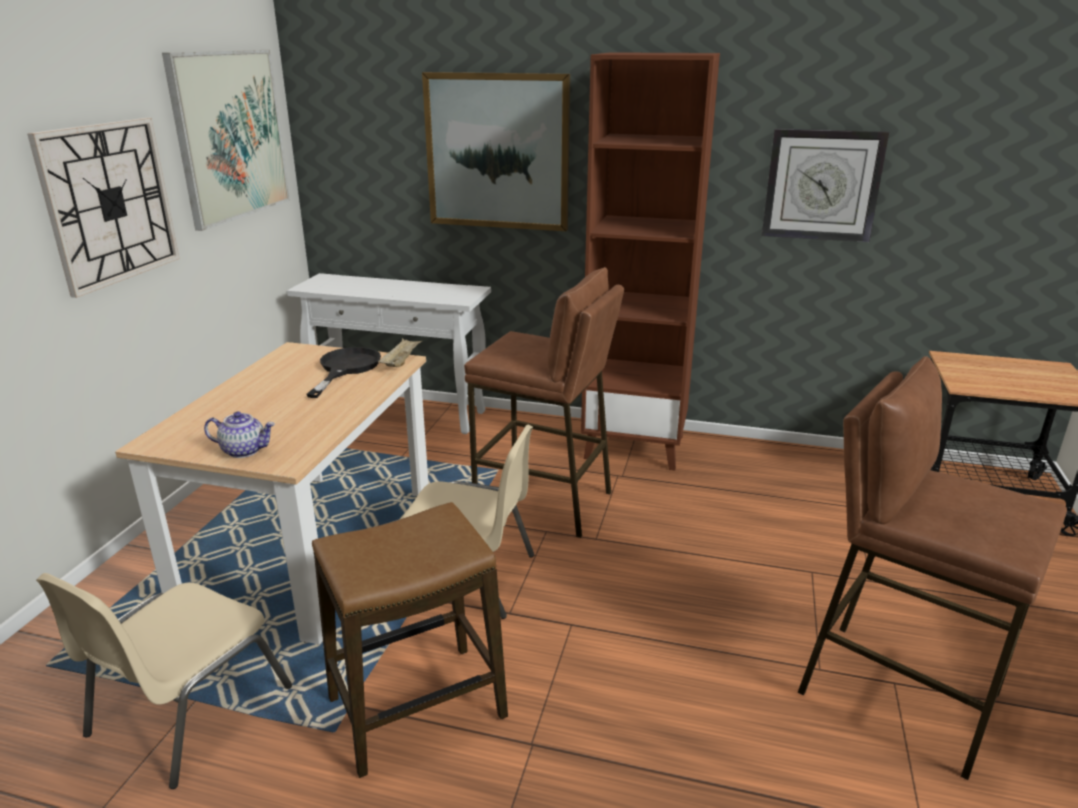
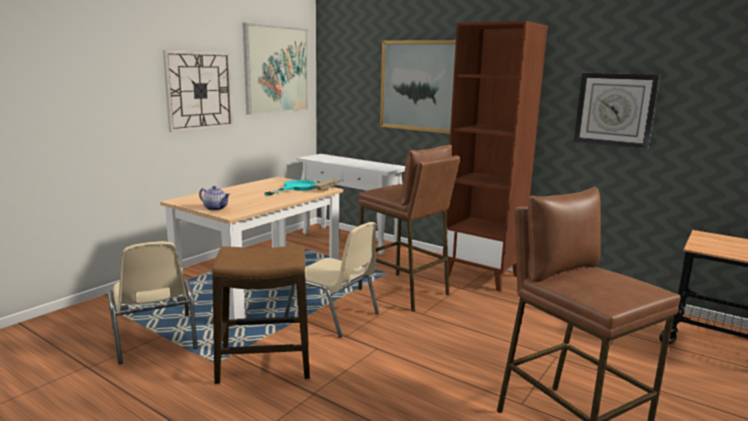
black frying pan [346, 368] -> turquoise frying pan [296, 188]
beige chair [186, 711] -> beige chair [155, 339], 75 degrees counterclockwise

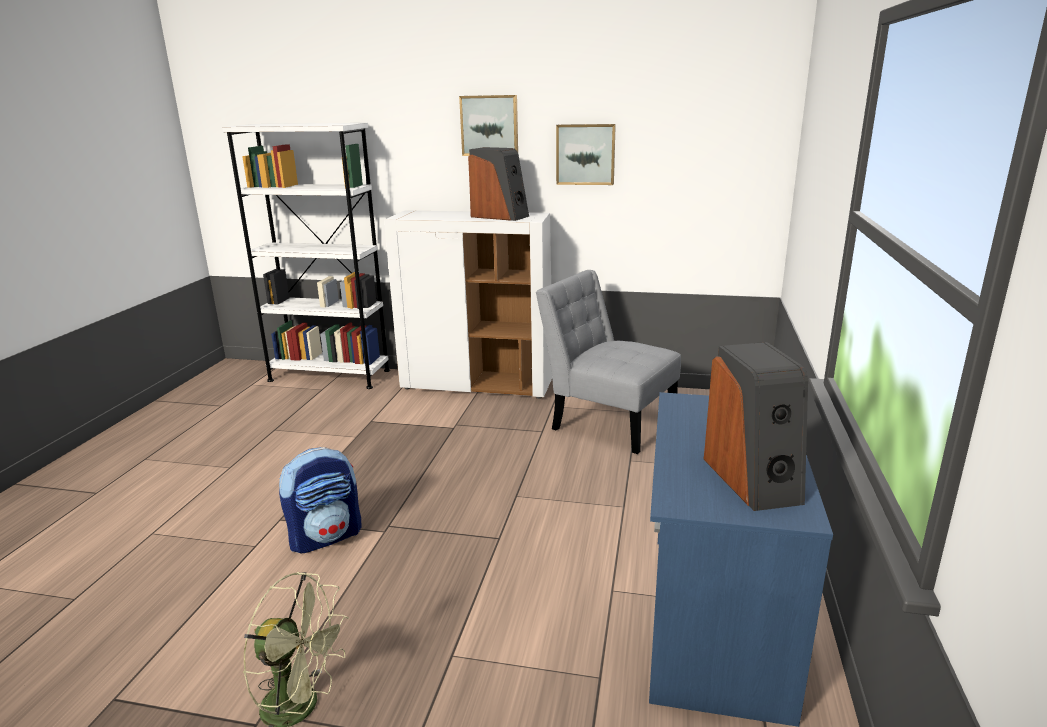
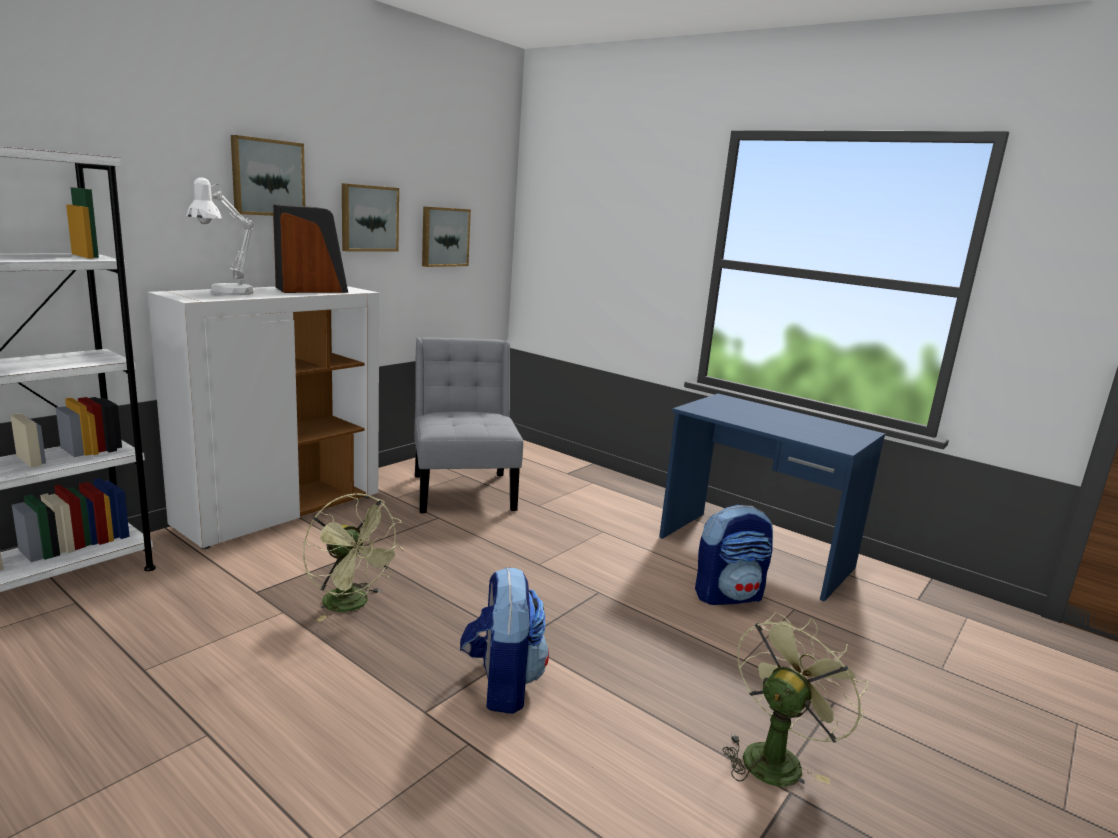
grey chair [608, 422] -> grey chair [463, 489], 105 degrees clockwise
speaker [753, 479] -> none
none -> white table lamp [225, 293]
none -> picture [444, 237]
none -> green fan [352, 605]
none -> backpack [728, 595]

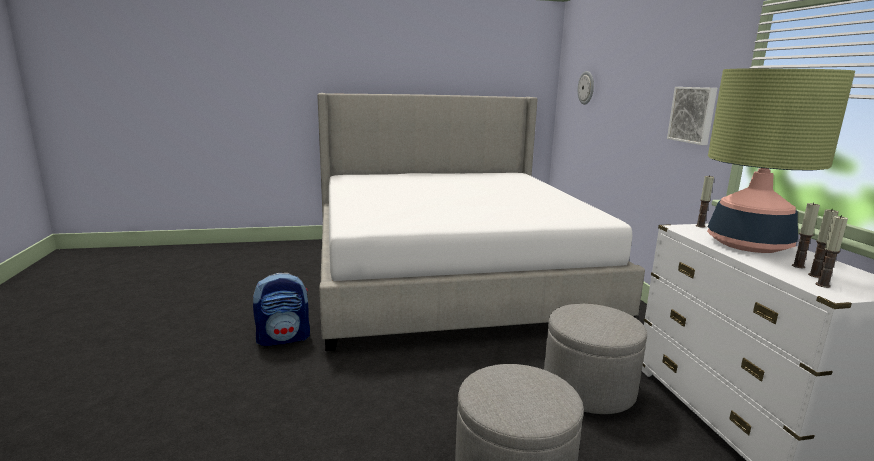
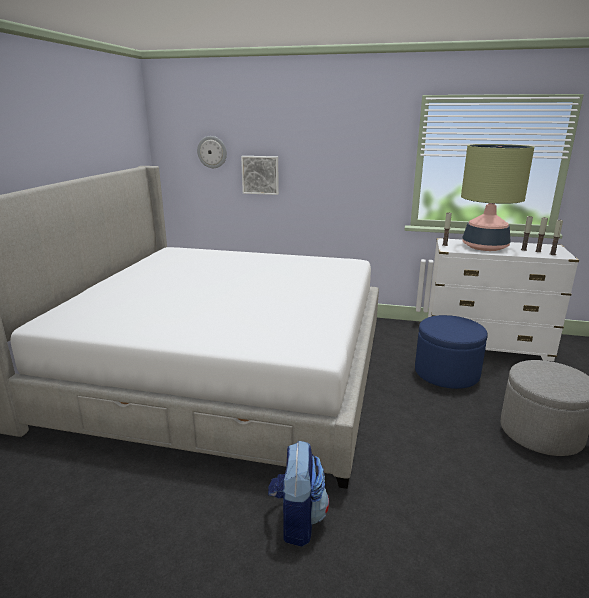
picture [693, 115] -> picture [260, 175], relocated
grey ottoman [588, 388] -> blue ottoman [446, 373]

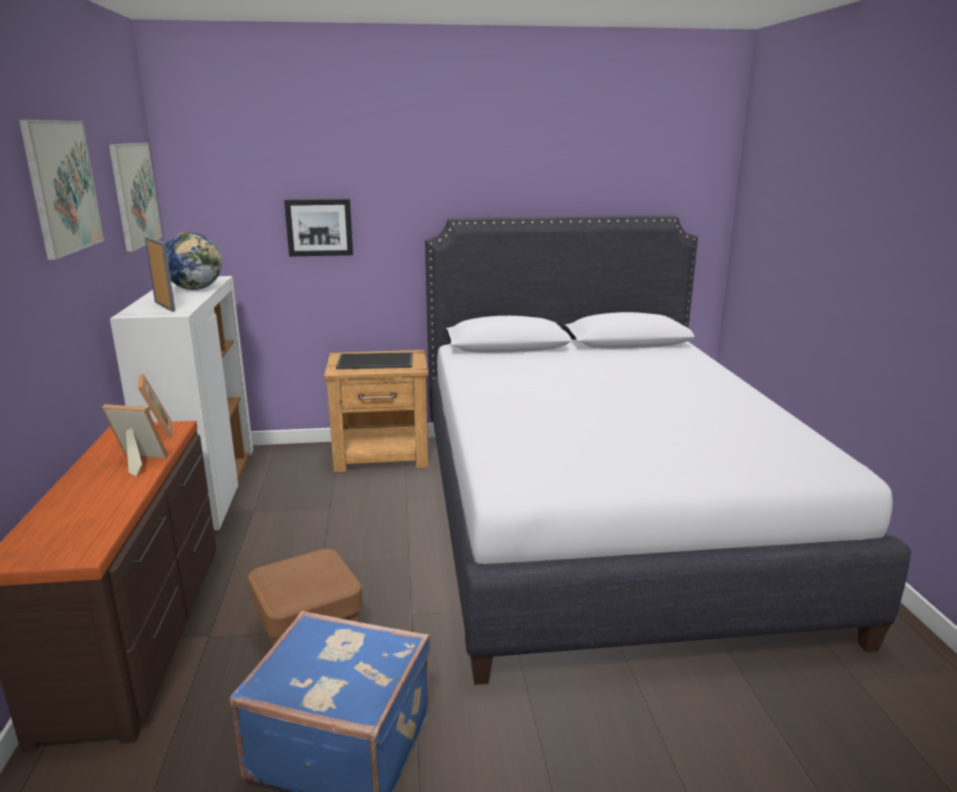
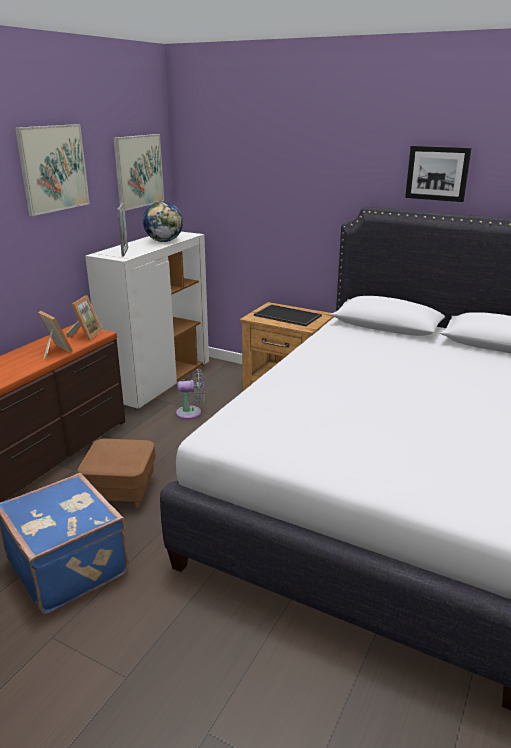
picture [319, 227] -> picture [437, 173], relocated
none -> grey fan [191, 413]

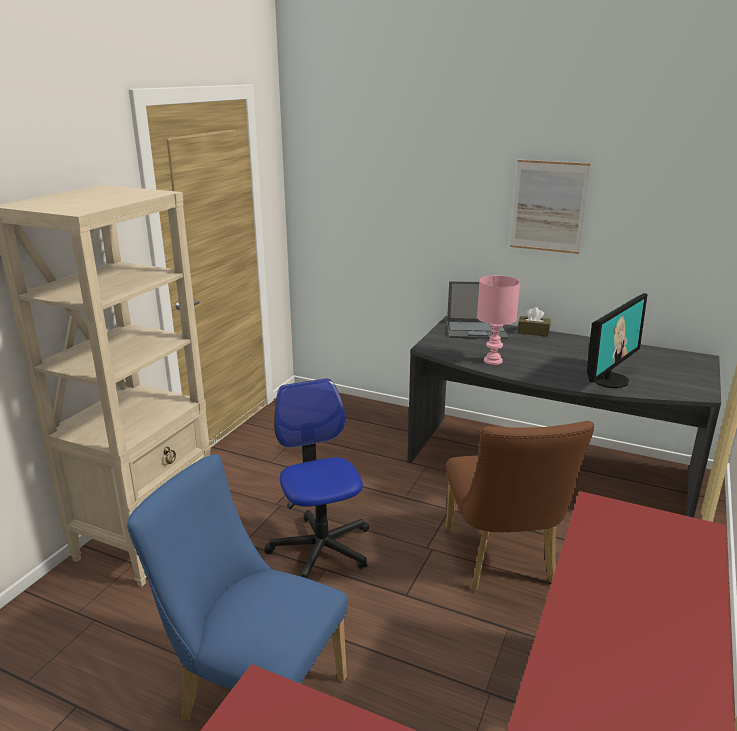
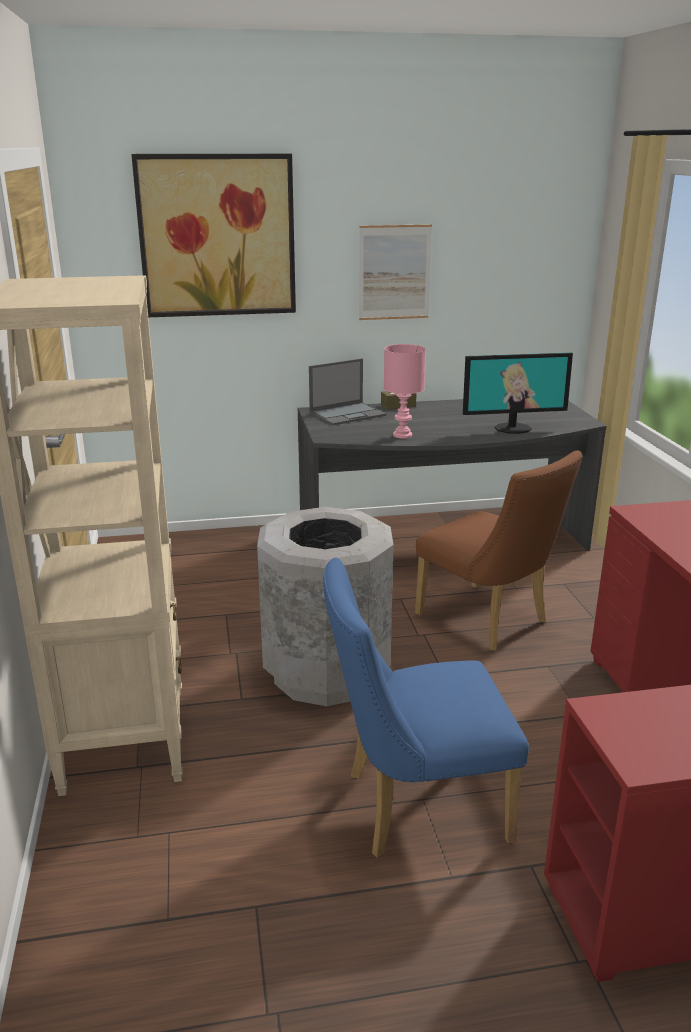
monitor [609, 380] -> monitor [512, 428], 75 degrees clockwise
office chair [321, 549] -> grey trash can [326, 672]
none -> picture [217, 236]

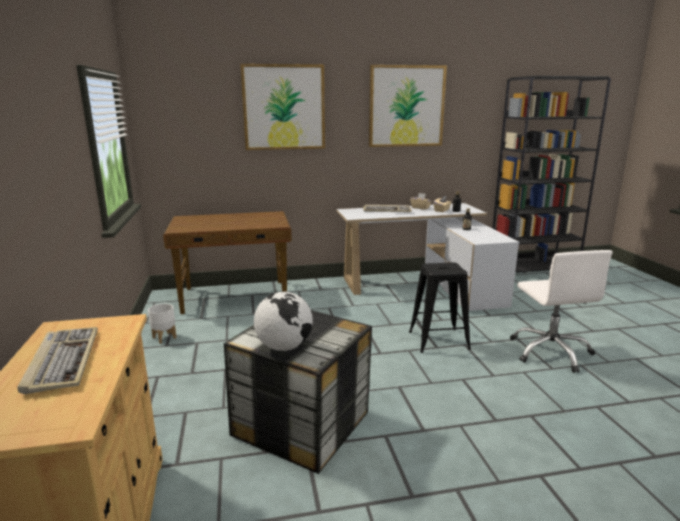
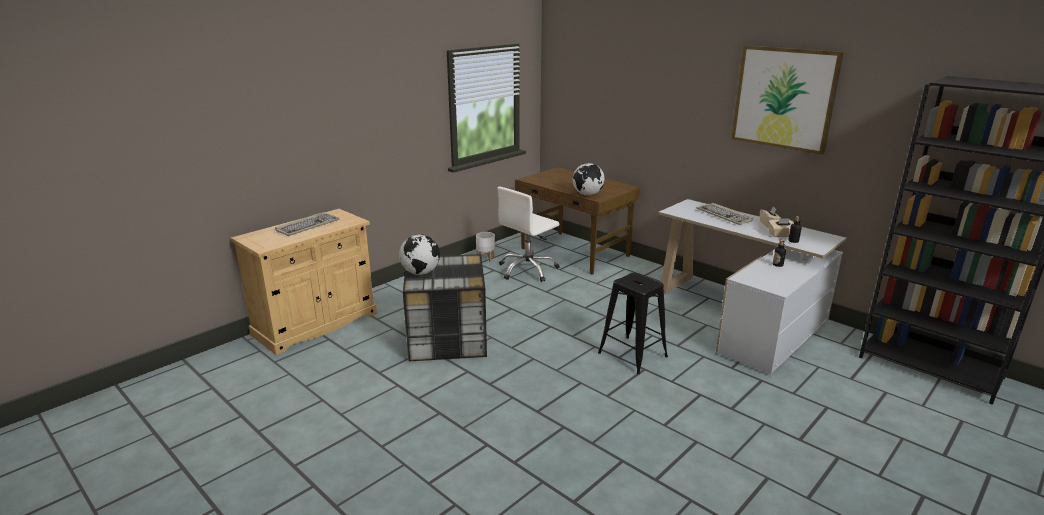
picture [284, 107] -> none
white office chair [550, 351] -> white office chair [528, 270], relocated
none -> globe [587, 194]

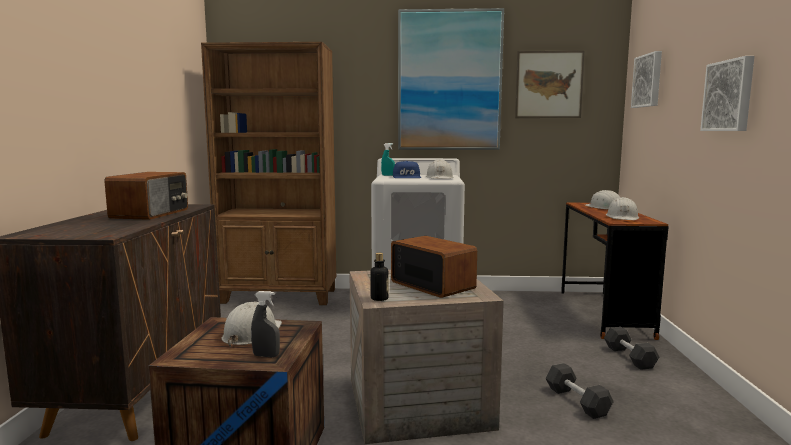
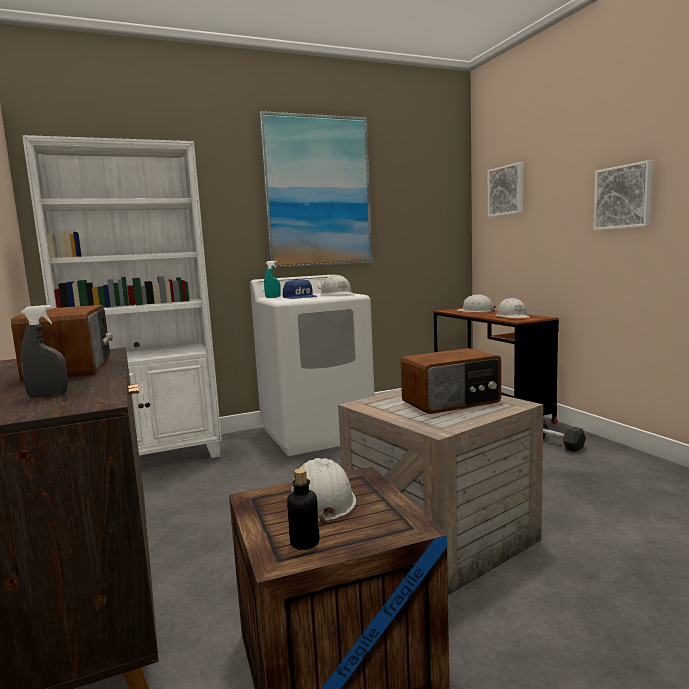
brown bookcase [280, 296] -> white bookcase [151, 458]
picture [549, 84] -> none
radio [433, 285] -> radio [452, 402], 135 degrees clockwise
bottle [379, 298] -> bottle [304, 543], relocated
grey spray bottle [266, 356] -> grey spray bottle [48, 395], relocated
grey dumbbell [577, 401] -> none

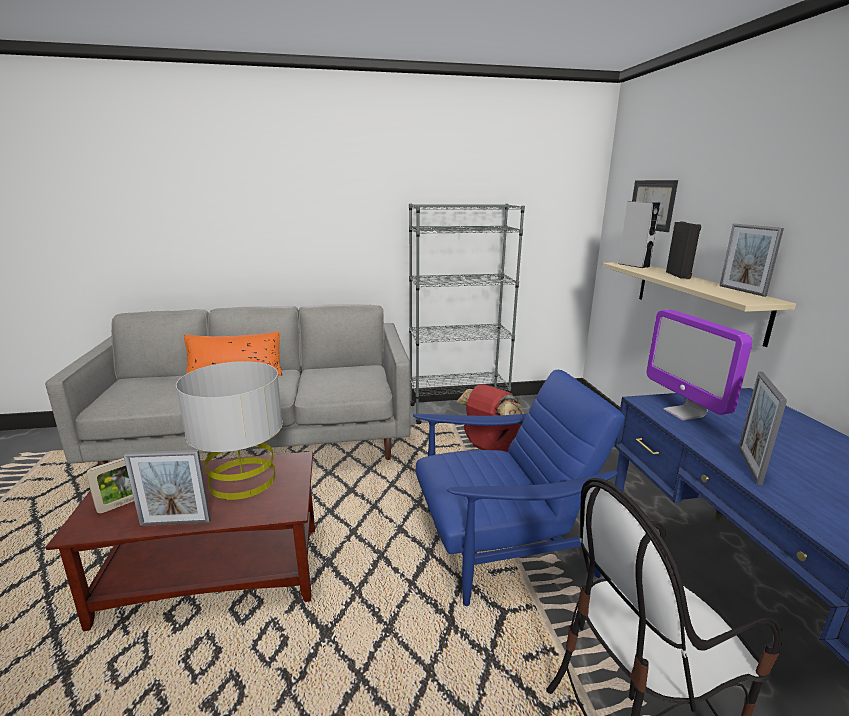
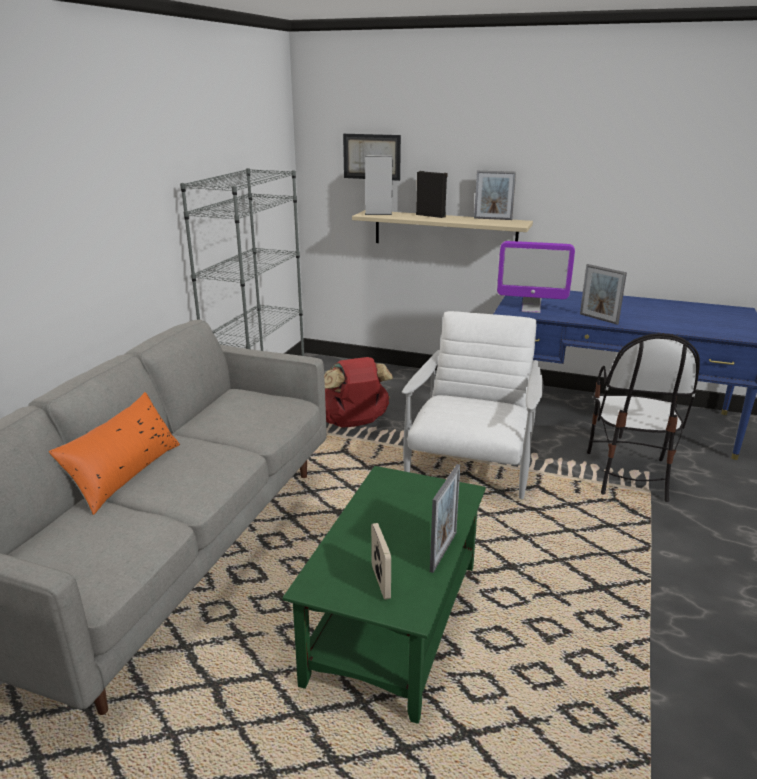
grey table lamp [243, 480] -> none
blue armchair [501, 543] -> white armchair [471, 463]
brown coffee table [216, 573] -> green coffee table [394, 620]

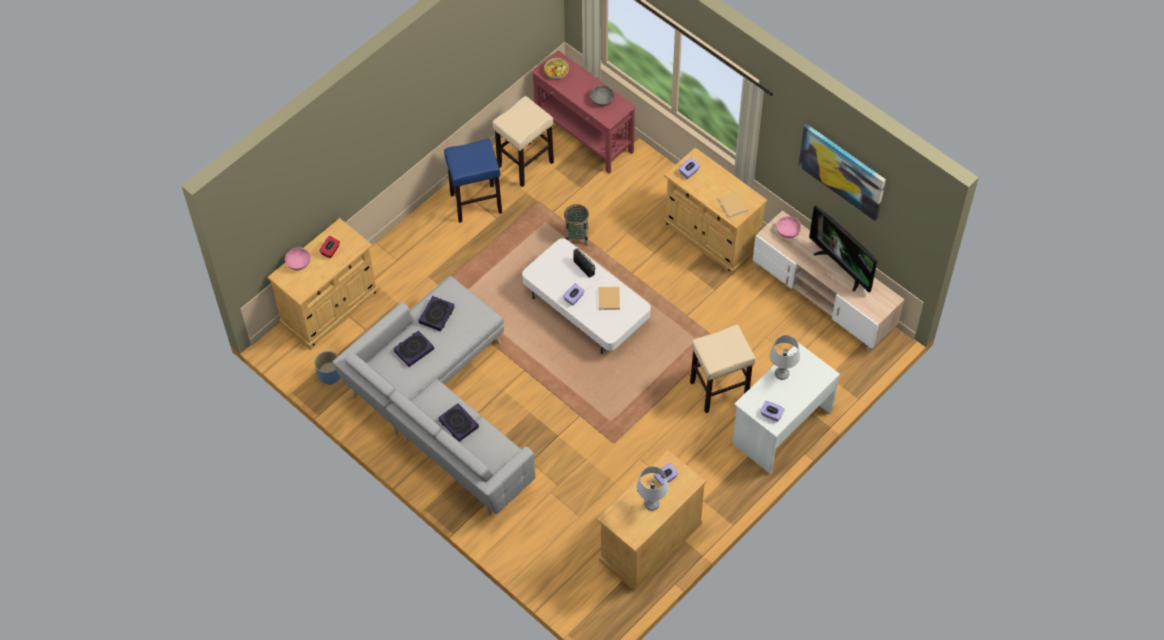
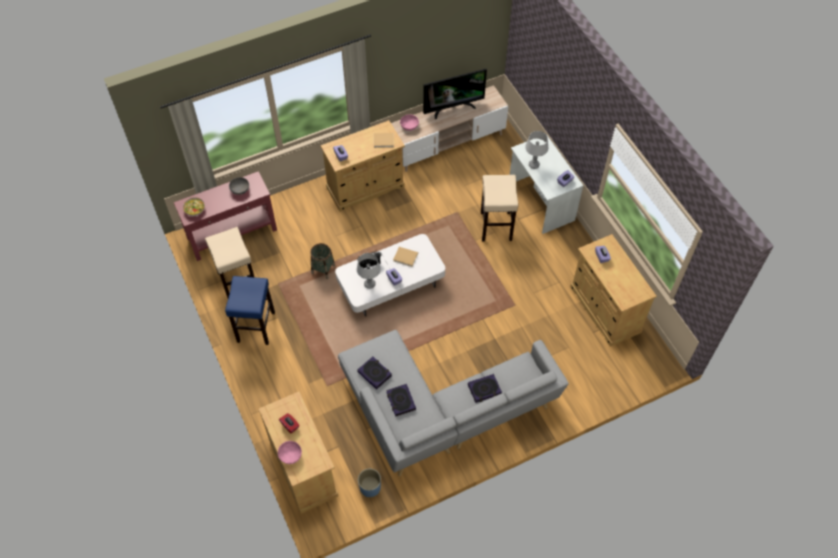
picture [842, 171] -> none
grey table lamp [651, 504] -> grey table lamp [369, 284], relocated

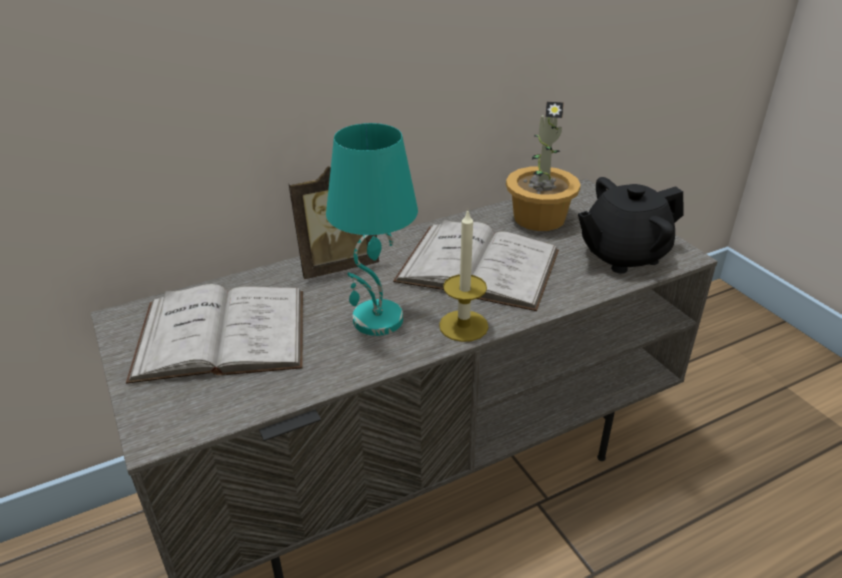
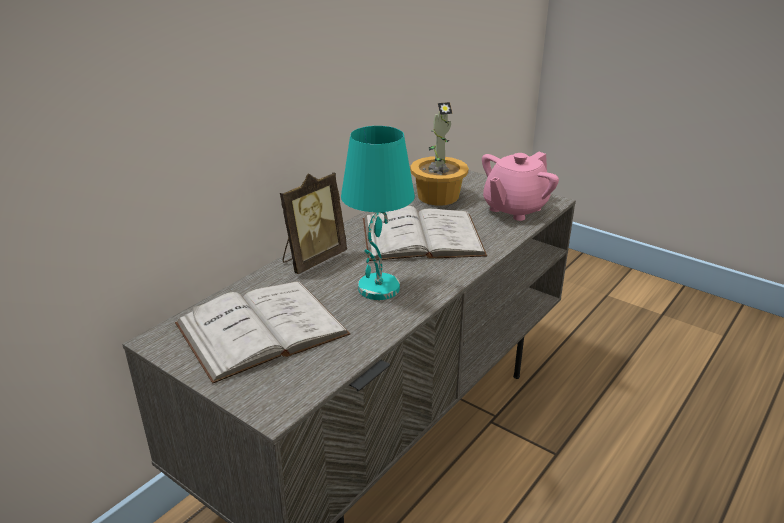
black teapot [622, 255] -> pink teapot [514, 209]
candle [463, 326] -> none

